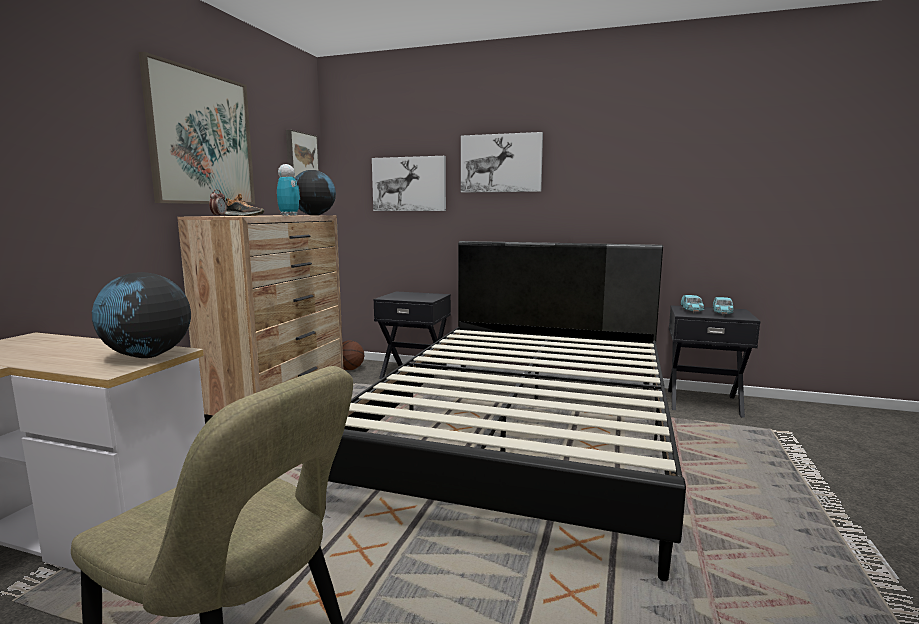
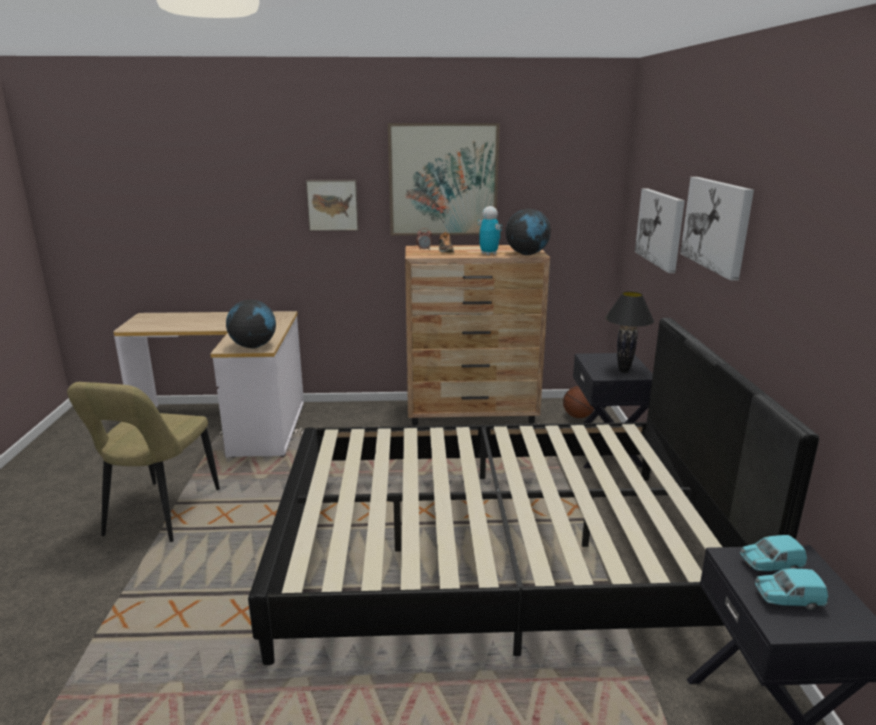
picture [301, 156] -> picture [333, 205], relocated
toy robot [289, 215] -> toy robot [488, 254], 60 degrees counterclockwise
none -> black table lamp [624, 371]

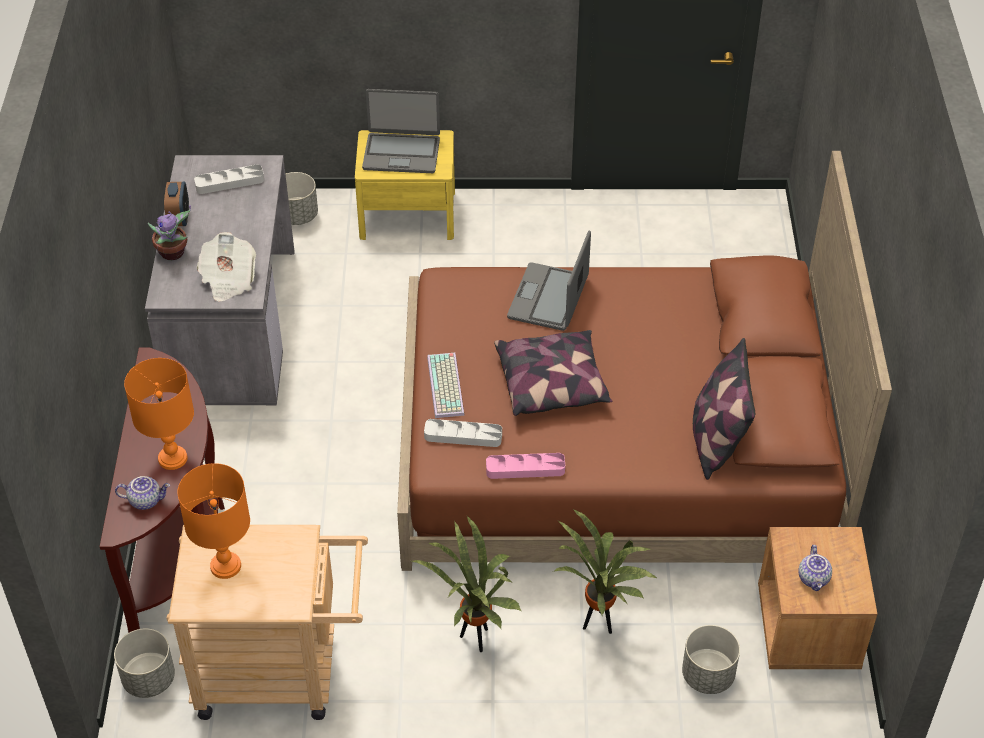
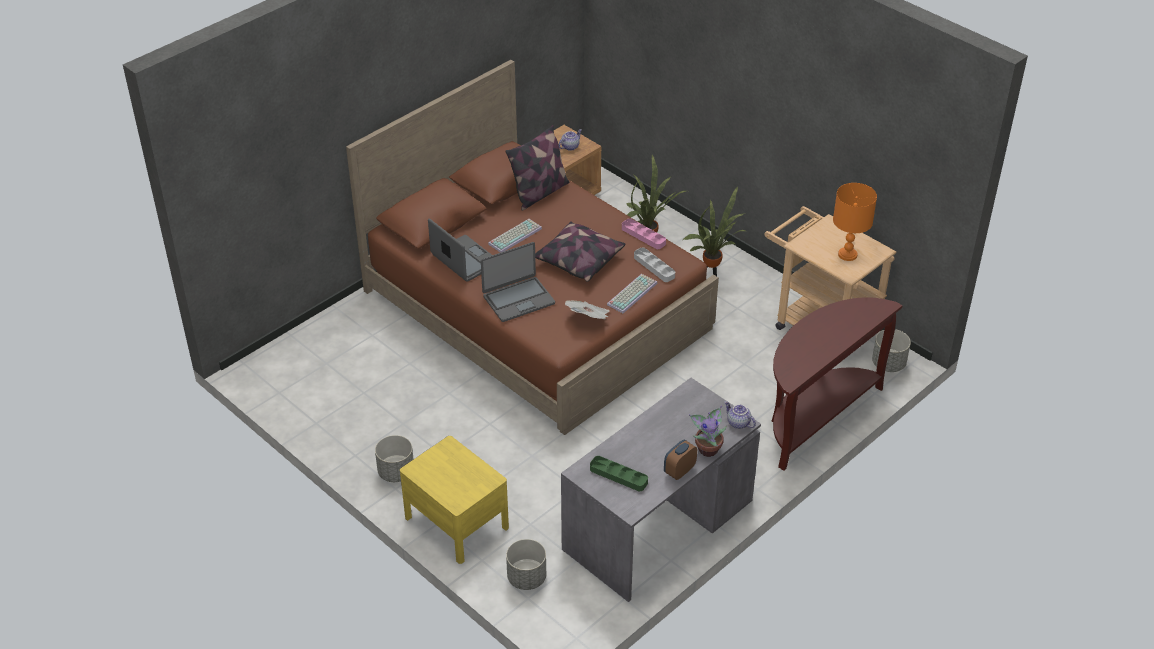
laptop [401, 153] -> laptop [464, 260], relocated
grey tray [229, 182] -> green tray [618, 476]
newspaper [228, 279] -> newspaper [588, 318], relocated
orange table lamp [172, 458] -> none
teapot [146, 500] -> teapot [738, 423], relocated
grey planter [708, 675] -> grey planter [396, 472], relocated
none -> keyboard [515, 235]

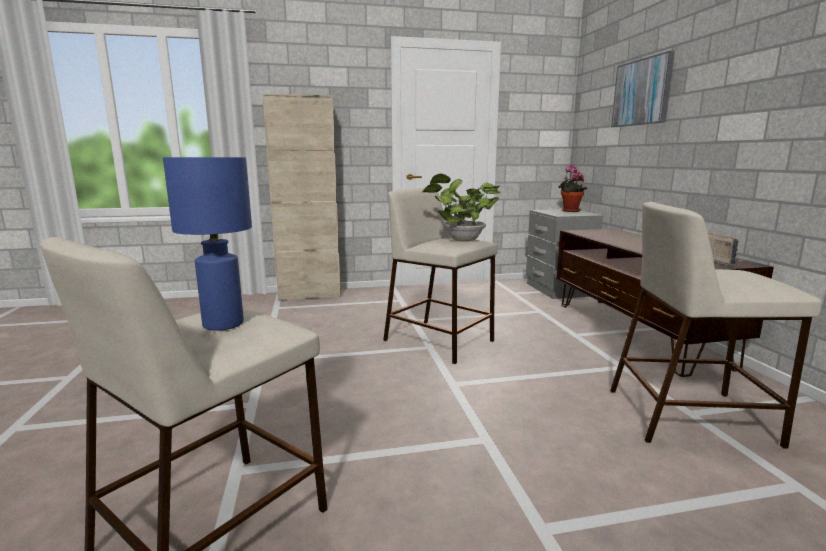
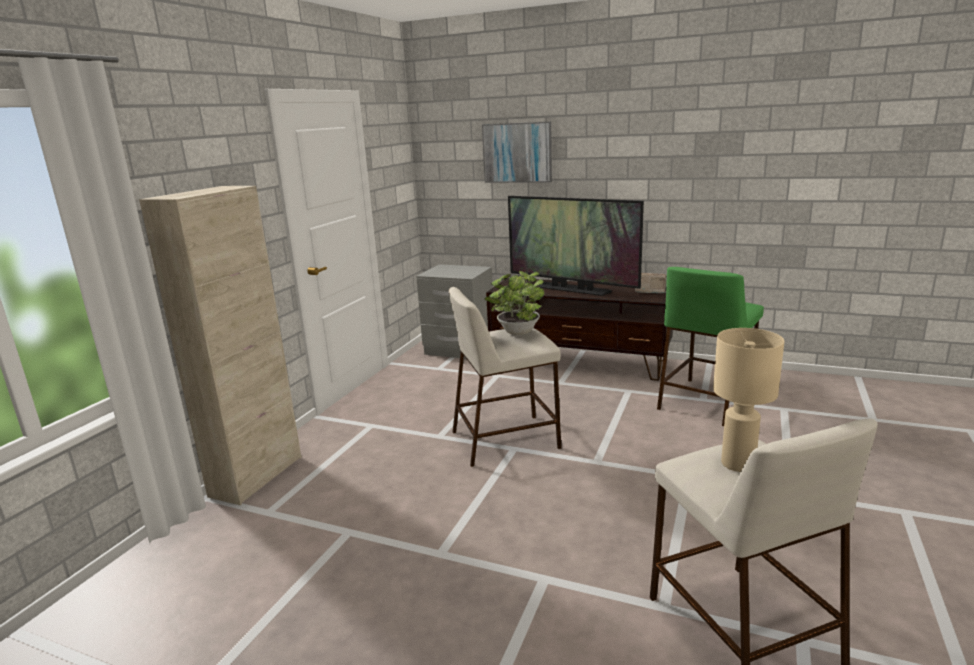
blue table lamp [224, 324] -> beige table lamp [737, 464]
potted plant [569, 211] -> none
beige stool [691, 416] -> green stool [705, 400]
none -> television [572, 289]

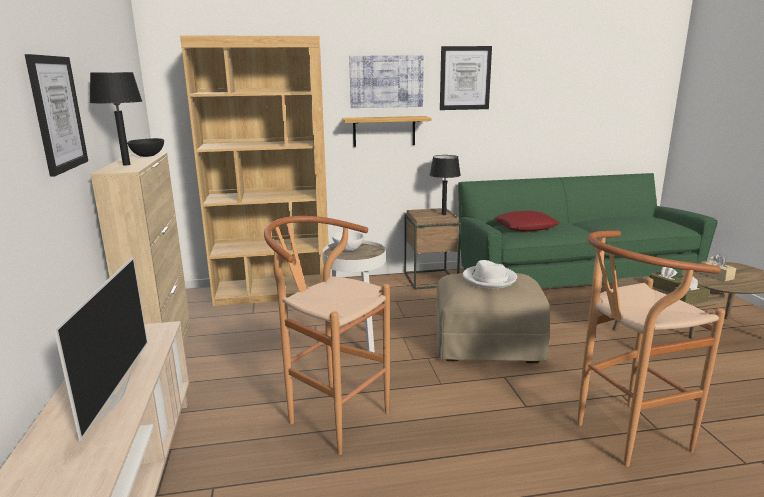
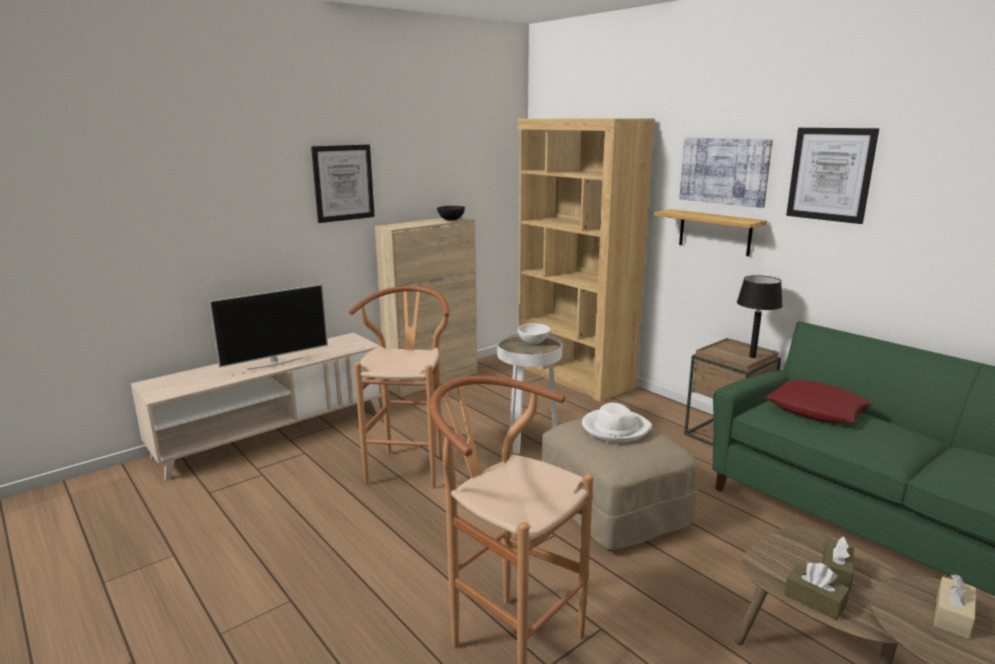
black table lamp [127, 164] -> none

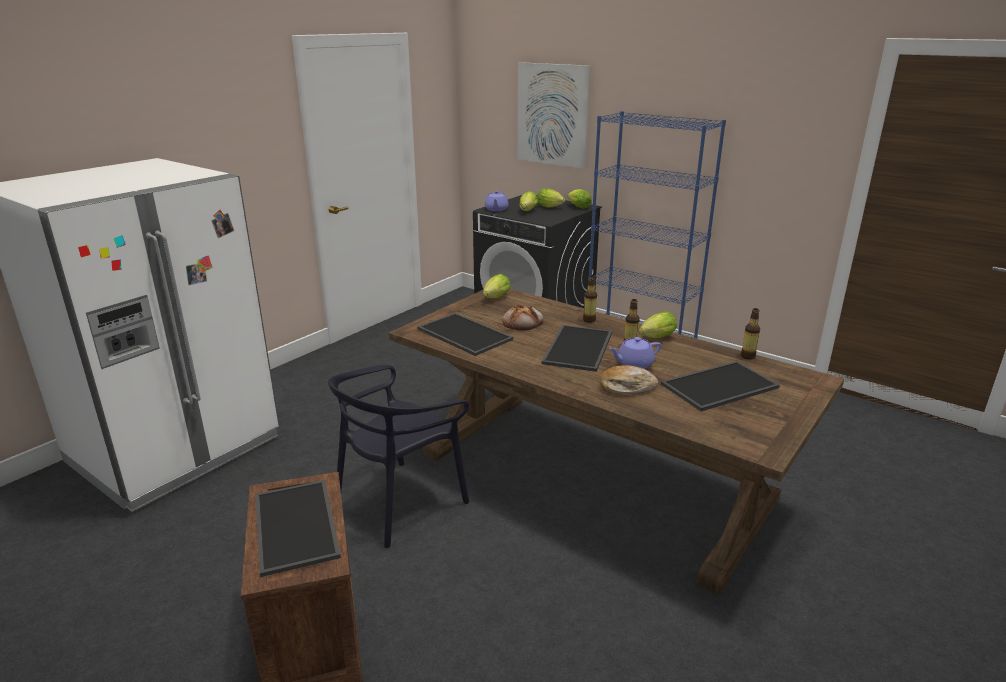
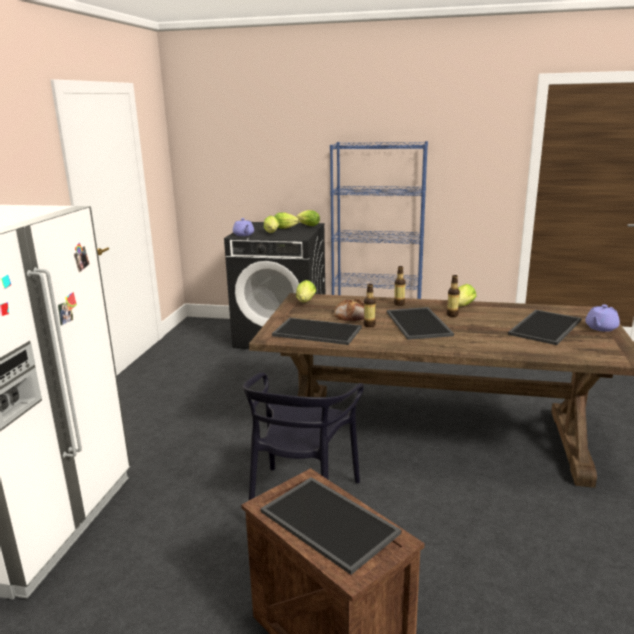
picture [552, 115] -> none
bottle [747, 356] -> bottle [369, 325], relocated
purple teapot [634, 364] -> purple teapot [600, 328], relocated
bread [626, 387] -> none

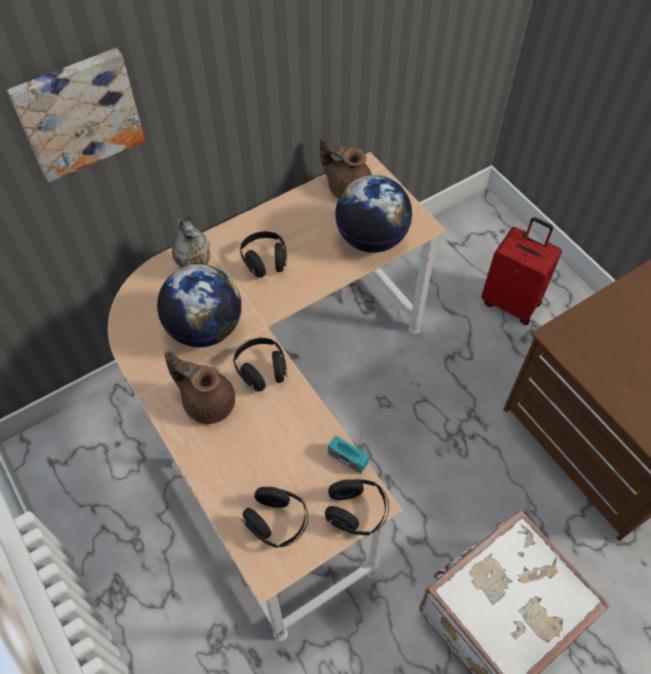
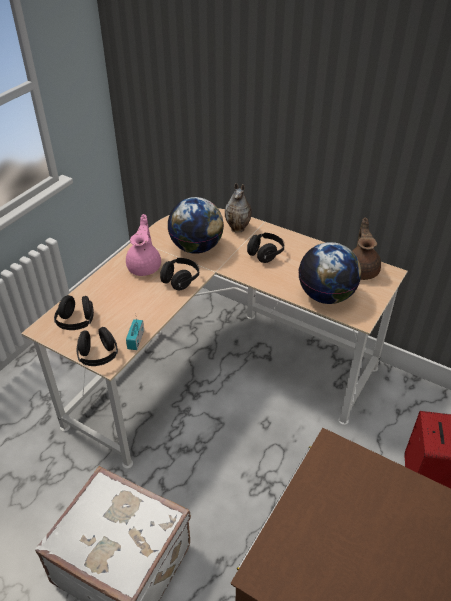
picture [78, 113] -> none
brown teapot [207, 402] -> pink teapot [145, 266]

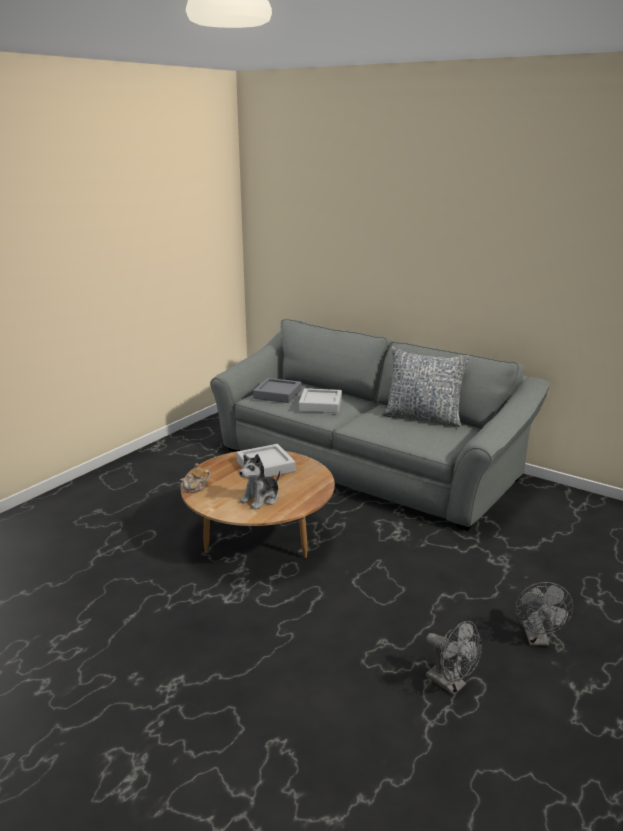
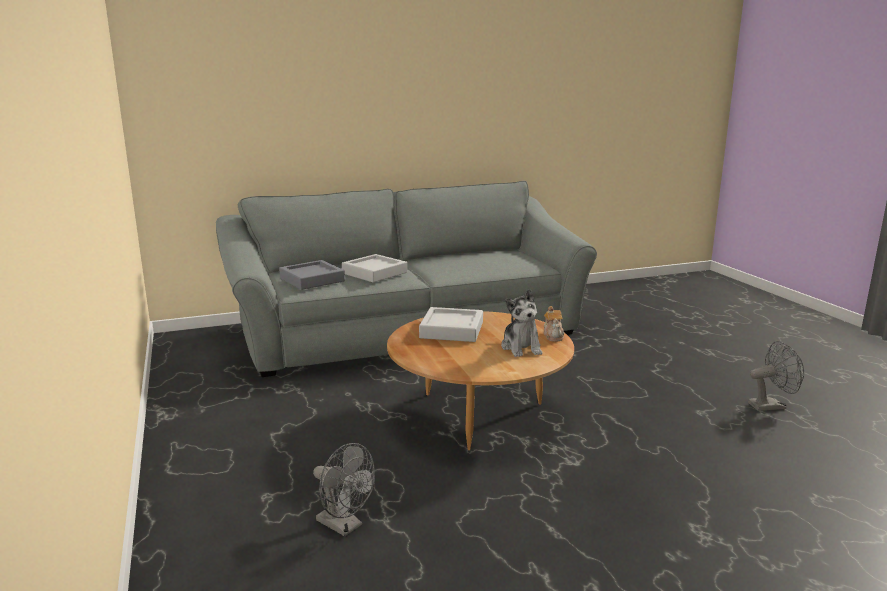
pillow [423, 417] -> none
teapot [196, 488] -> teapot [553, 336], relocated
grey fan [537, 639] -> grey fan [344, 526], relocated

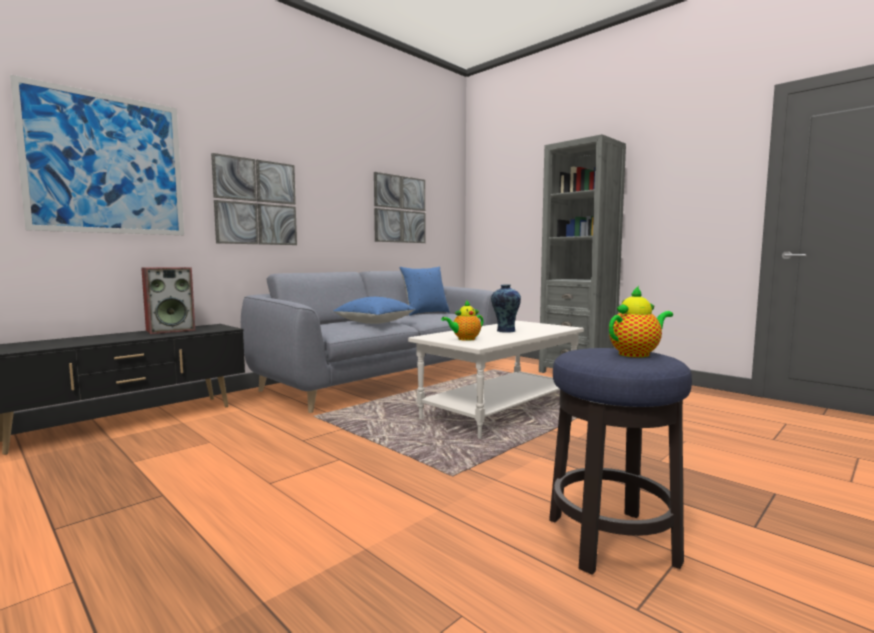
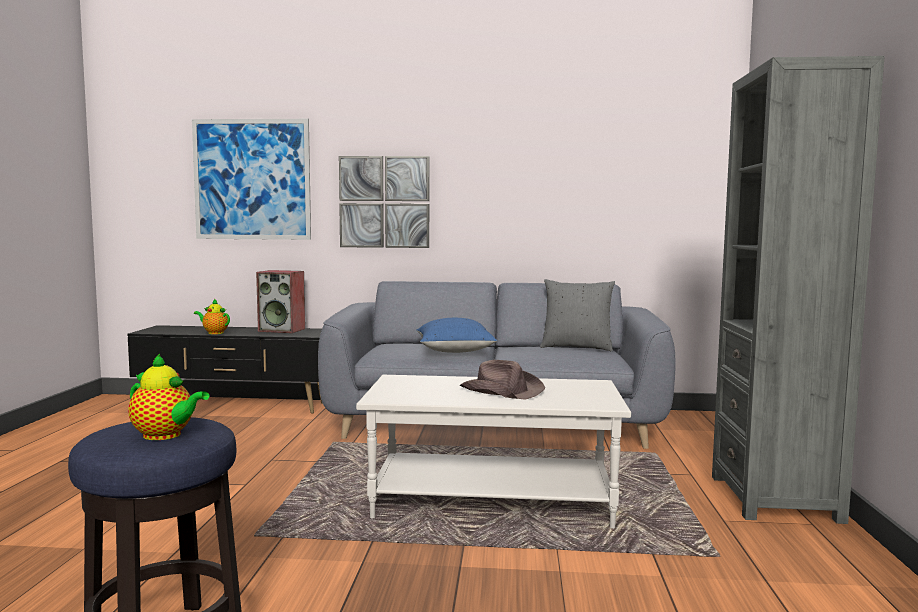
picture [399, 209] -> none
blue pillow [425, 313] -> grey pillow [576, 347]
vase [505, 331] -> brown hat [501, 390]
teapot [464, 339] -> teapot [214, 333], relocated

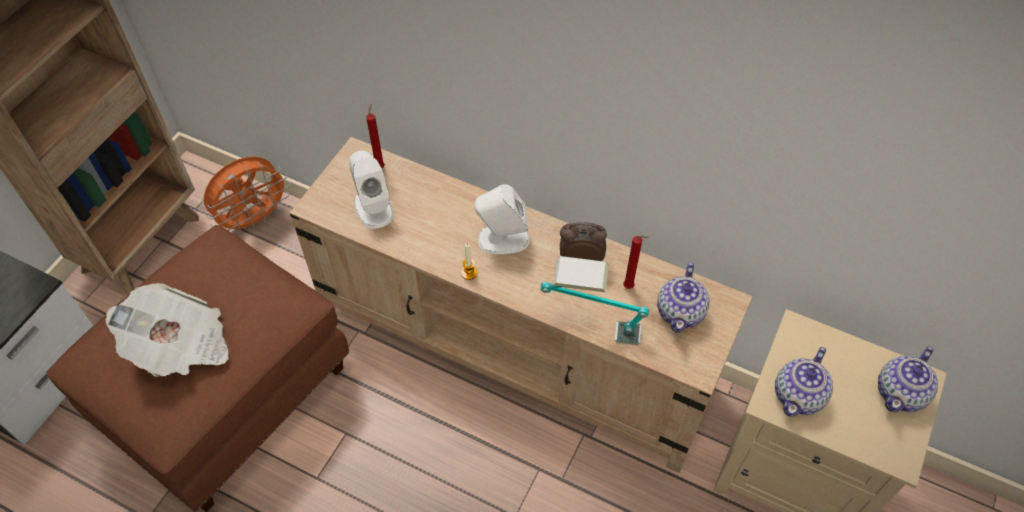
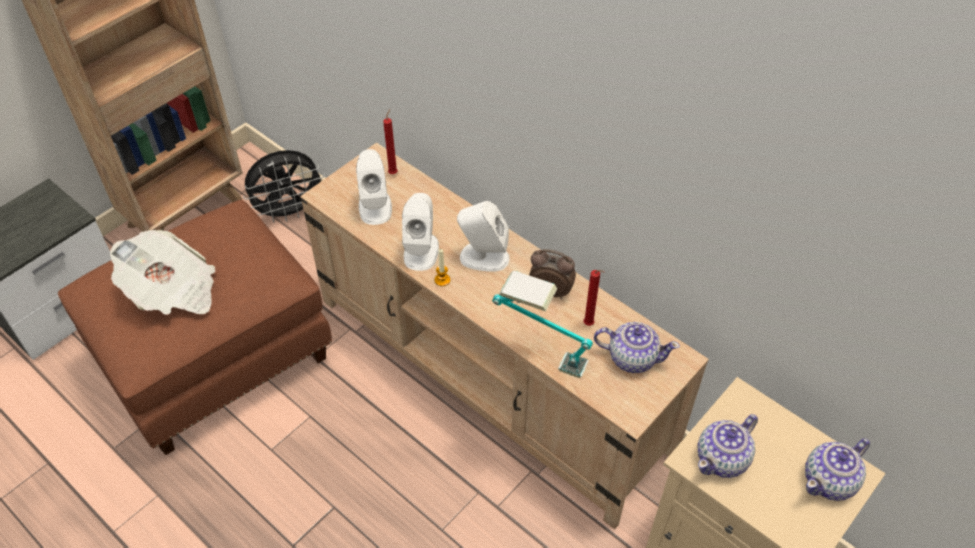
orange fan [255, 219] -> black fan [290, 212]
teapot [681, 311] -> teapot [632, 357], 105 degrees counterclockwise
none -> white speaker [421, 251]

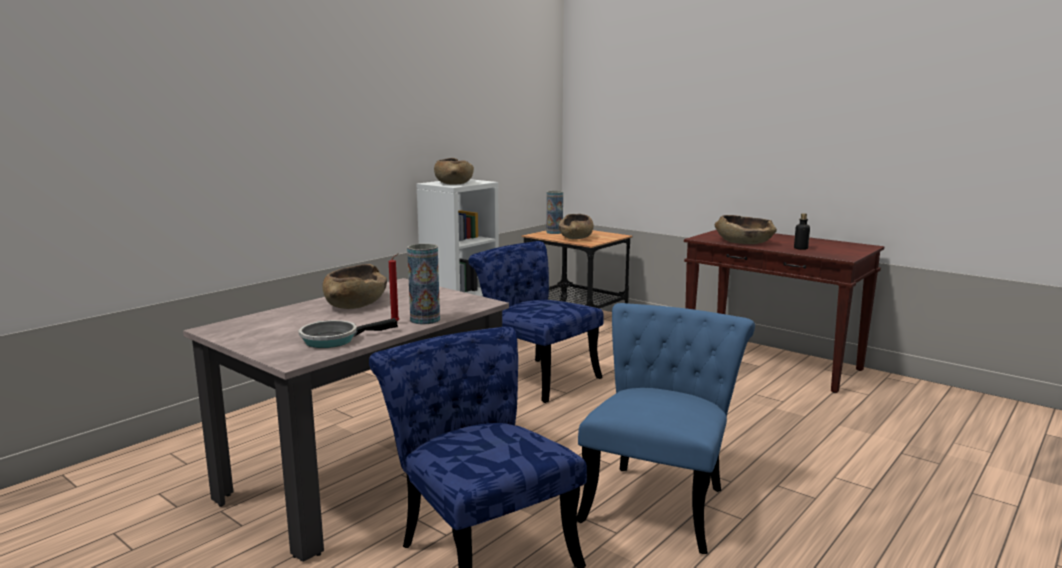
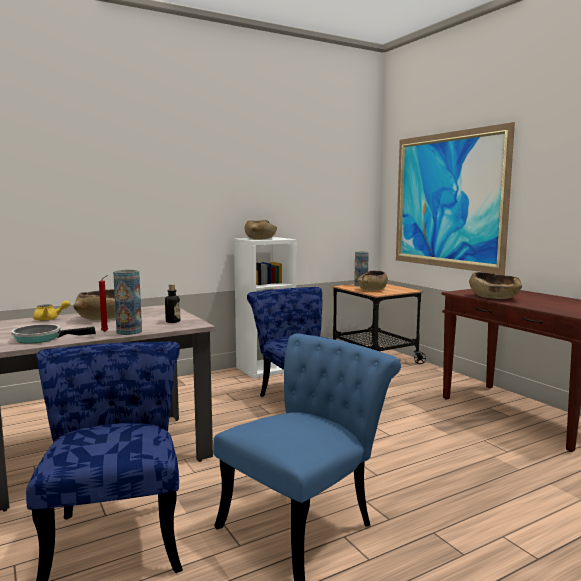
bottle [800, 248] -> bottle [173, 321], relocated
none -> picture [447, 200]
none -> yellow teapot [50, 319]

